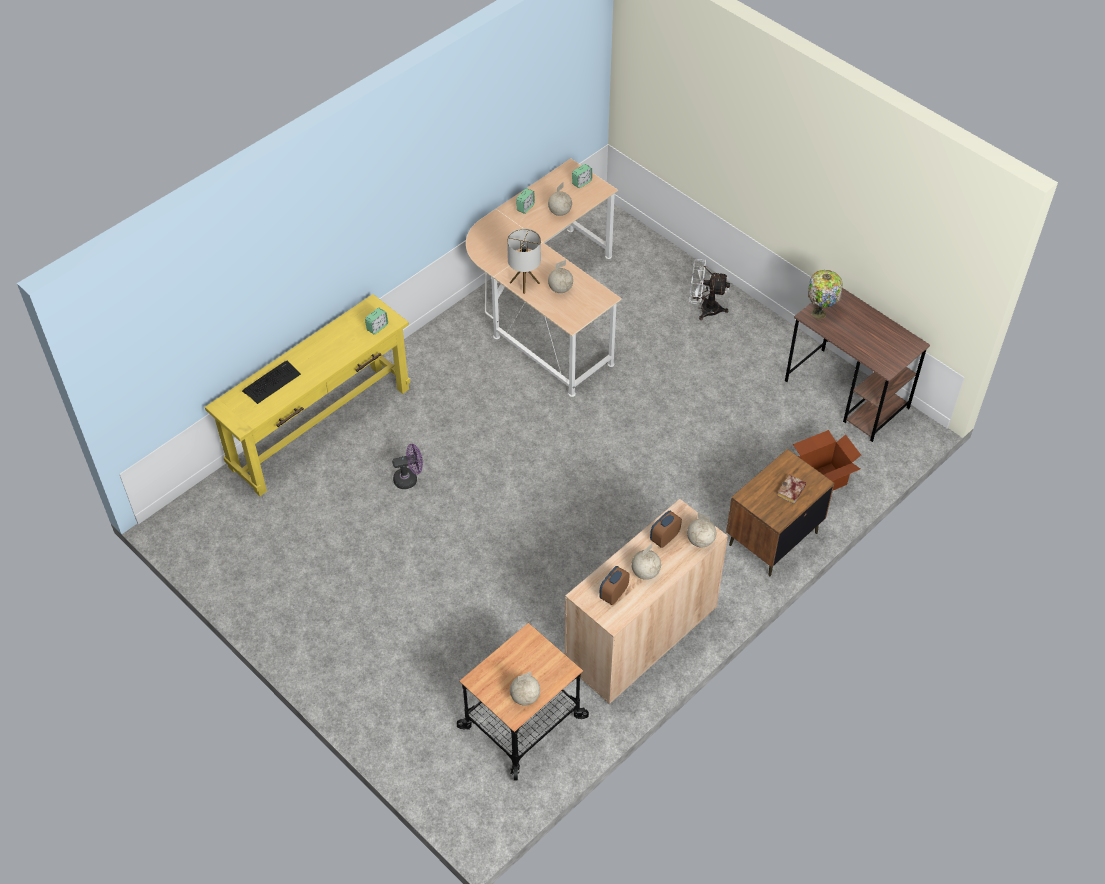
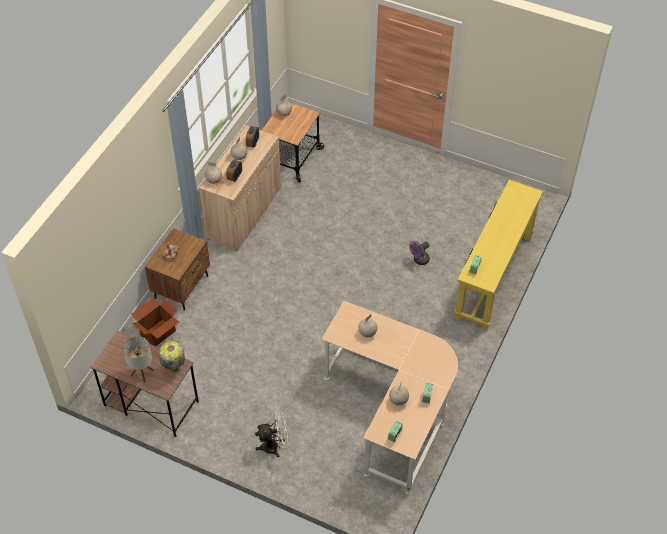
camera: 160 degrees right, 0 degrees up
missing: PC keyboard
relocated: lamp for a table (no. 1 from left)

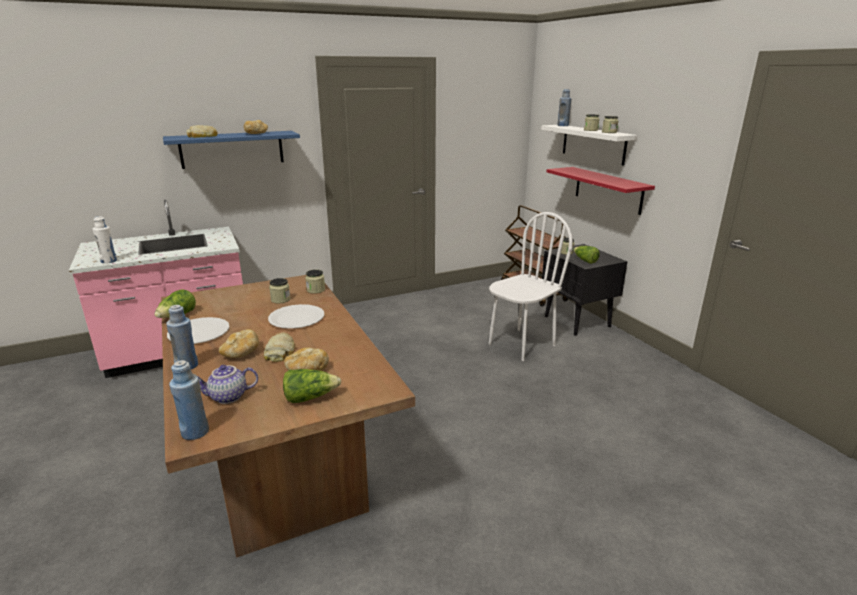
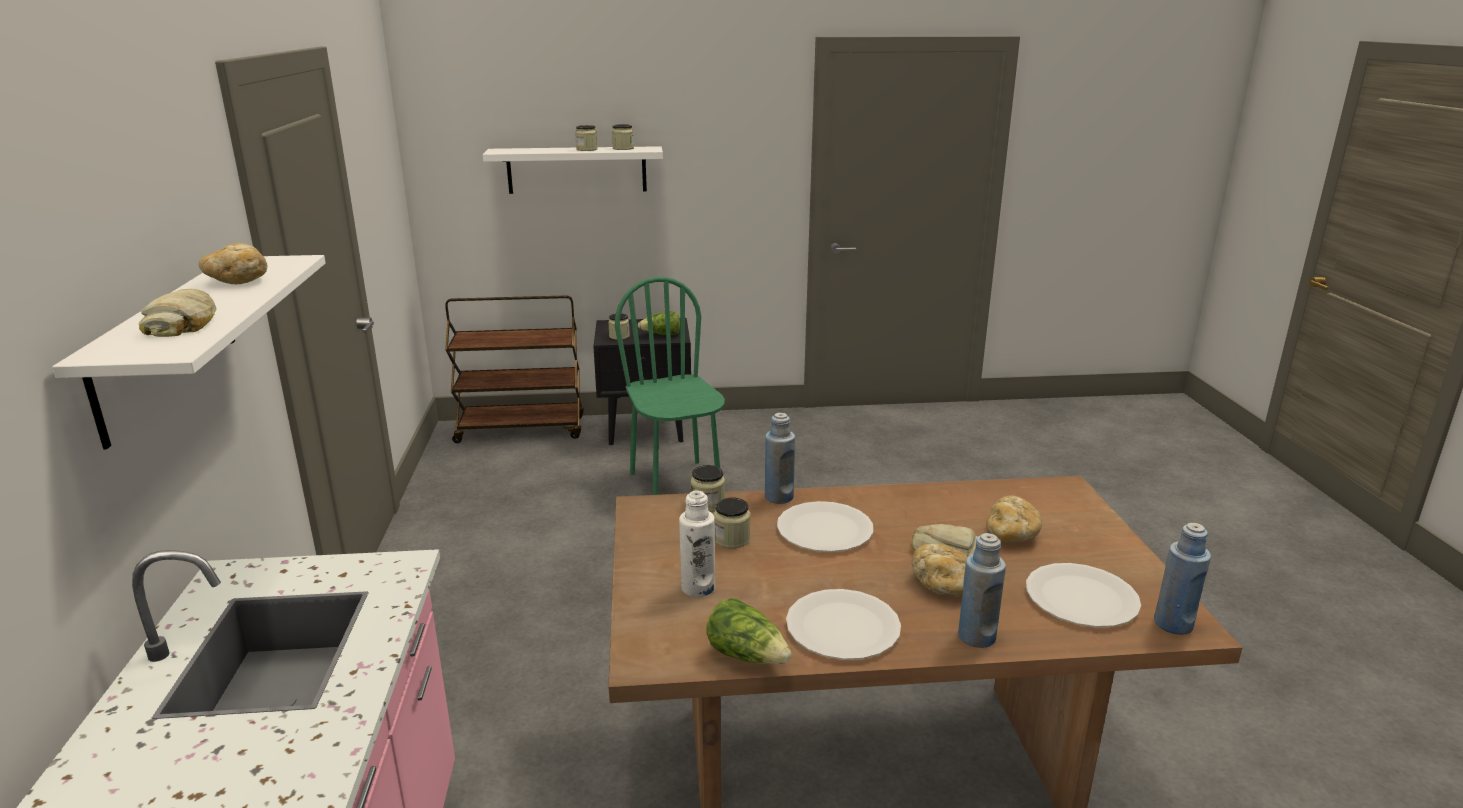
camera: 70 degrees left, 0 degrees up
missing: red-coloured shelf; head of lettuce (no. 2 from left)
relocated: blue drink bottle (no. 3 from left in the first image) to blue drink bottle (no. 1 from left); white drink bottle
exchanged: pot for tea to white plate (no. 3 from left)
colour: blue shelf to white shelf (no. 1 from left); white plain chair to greenish plain chair

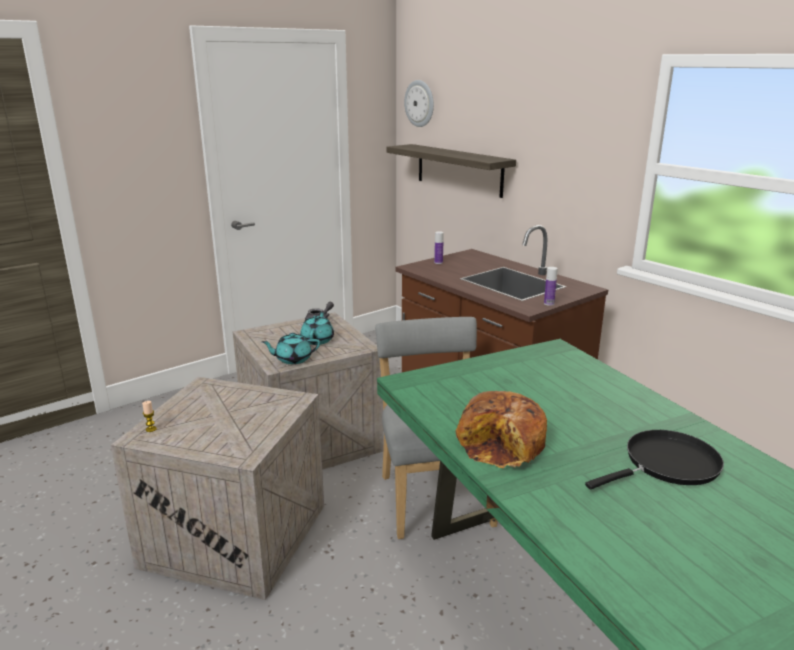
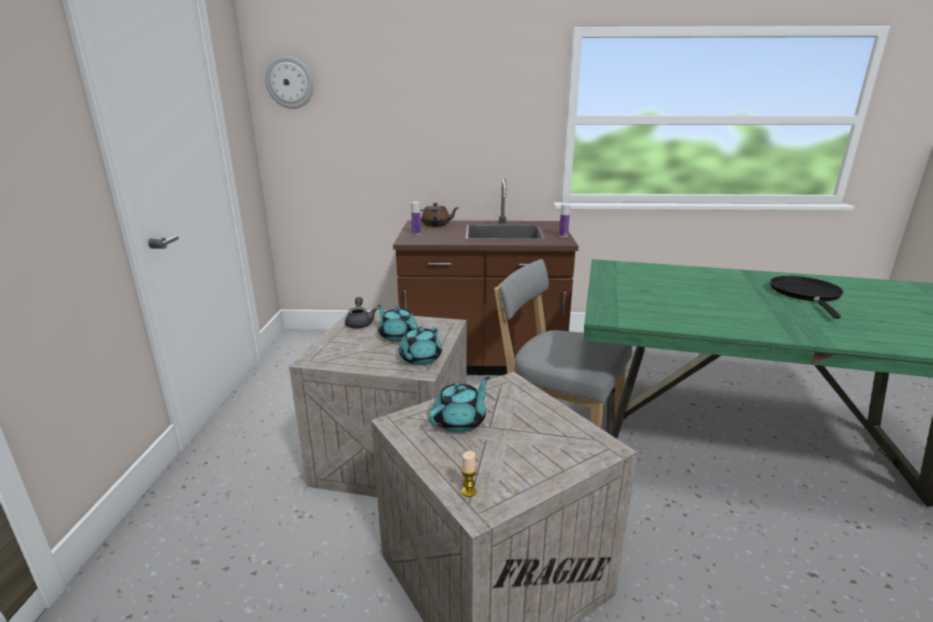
camera: 50 degrees left, 0 degrees up
missing: shelf; bakery bread
appeared: brown-coloured pot for tea; turquoise-coloured pot for tea (no. 3 from left)

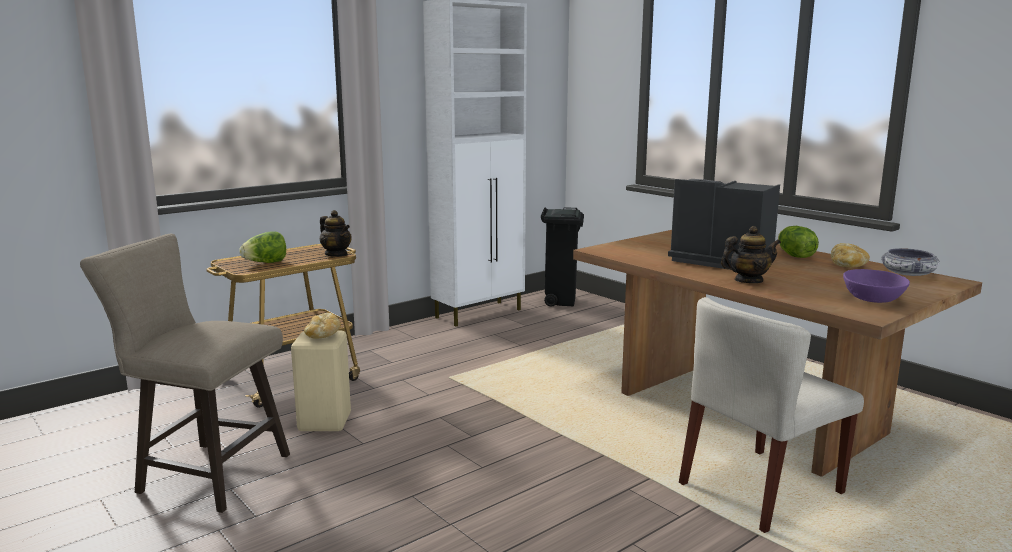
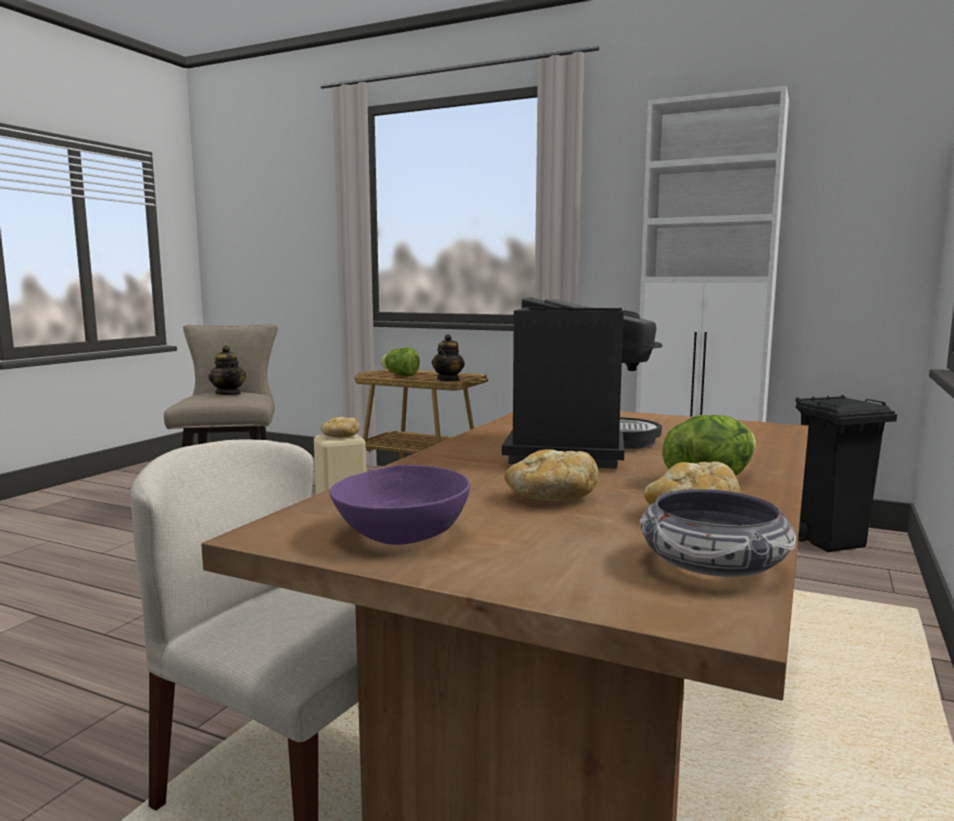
camera: 65 degrees right, 5 degrees down
appeared: bakery bread (no. 2 from left)
relocated: pot for tea (no. 2 from left in the first image) to pot for tea (no. 1 from left)

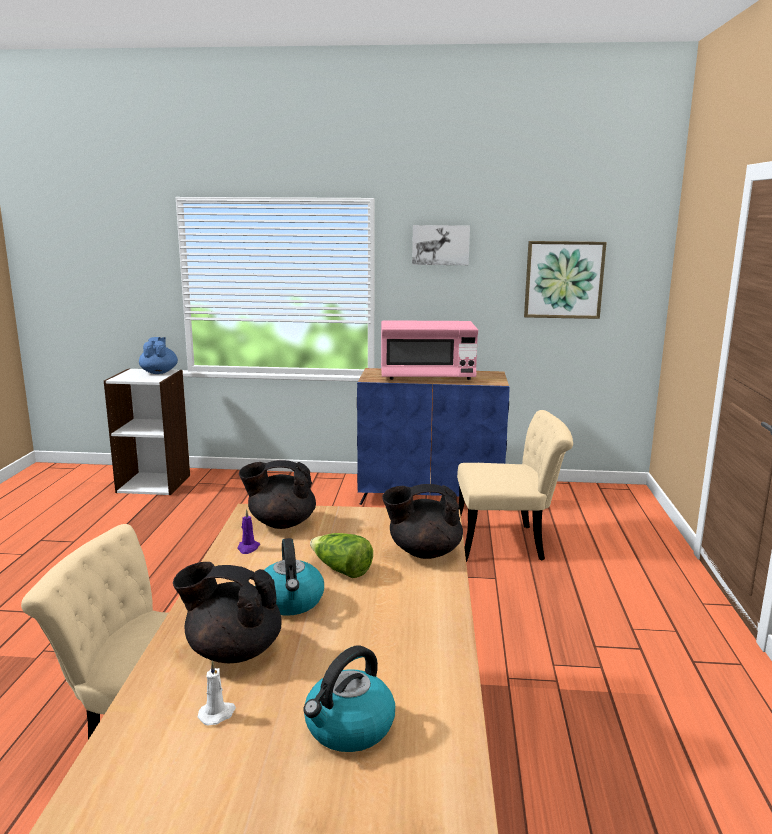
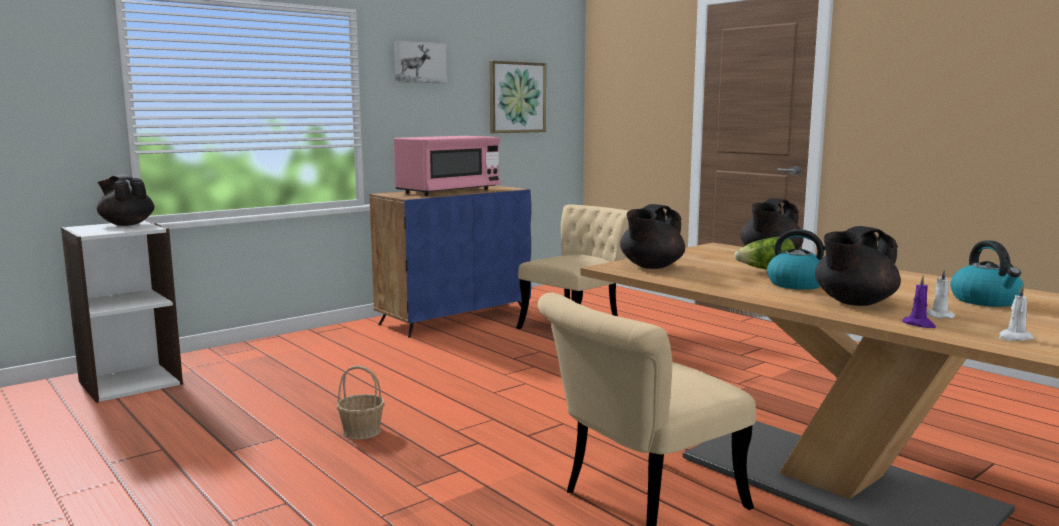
camera: 45 degrees left, 5 degrees down
appeared: white candle (no. 2 from left); basket
relocated: purplish candle
colour: blue pot for tea to black pot for tea (no. 1 from left)

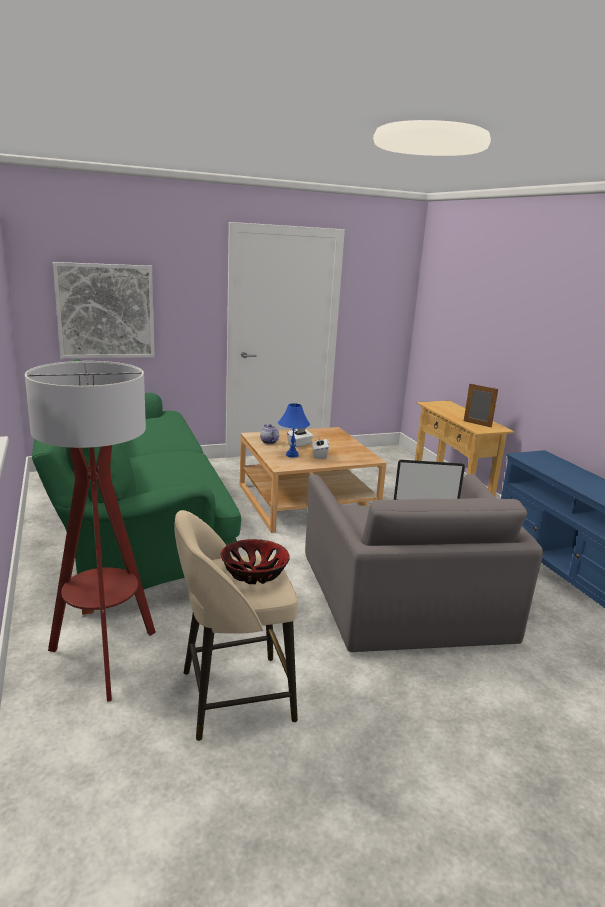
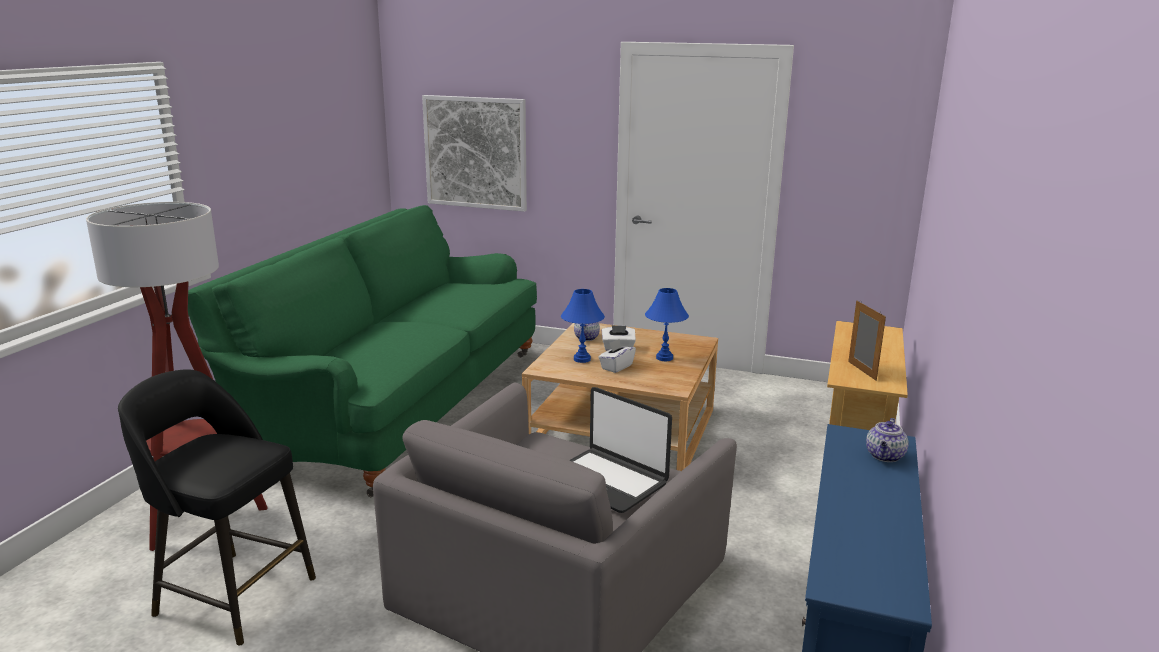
camera: 40 degrees right, 0 degrees up
missing: serving bowl
appeared: blue lamp for a table (no. 2 from left); pot for tea (no. 2 from left)
colour: beige-coloured stool seat to black stool seat

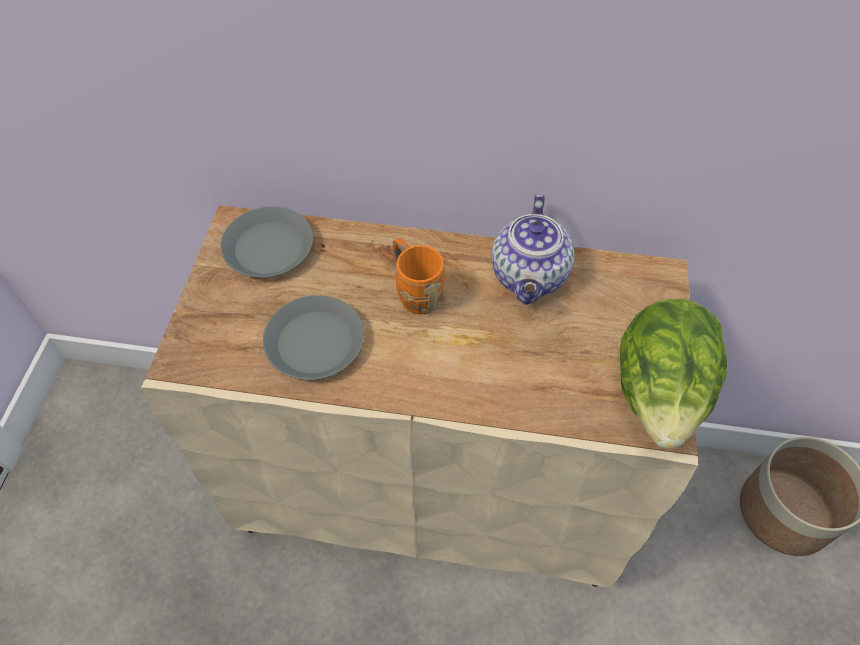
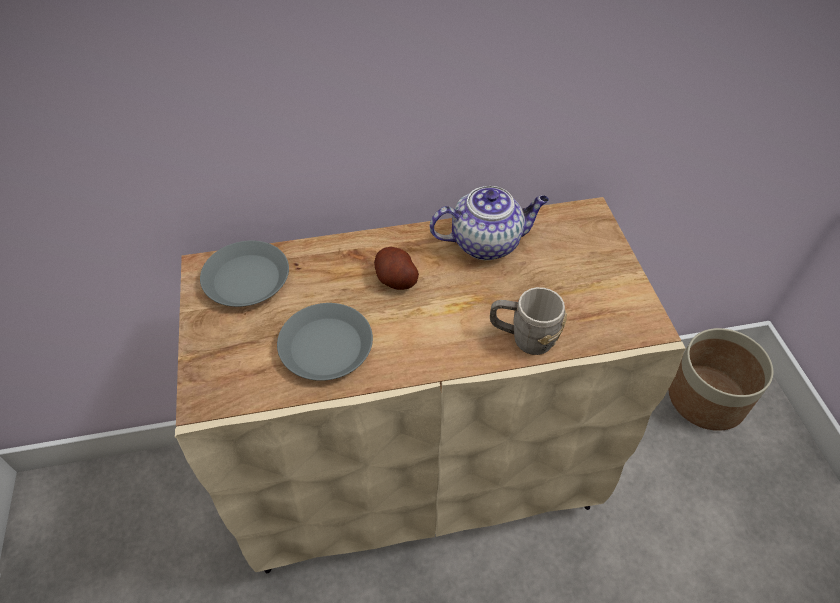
camera: 20 degrees left, 5 degrees down
missing: head of lettuce
appeared: gray coffee mug
exchanged: orange coffee mug to potato
spun: pot for tea 90 degrees counterclockwise

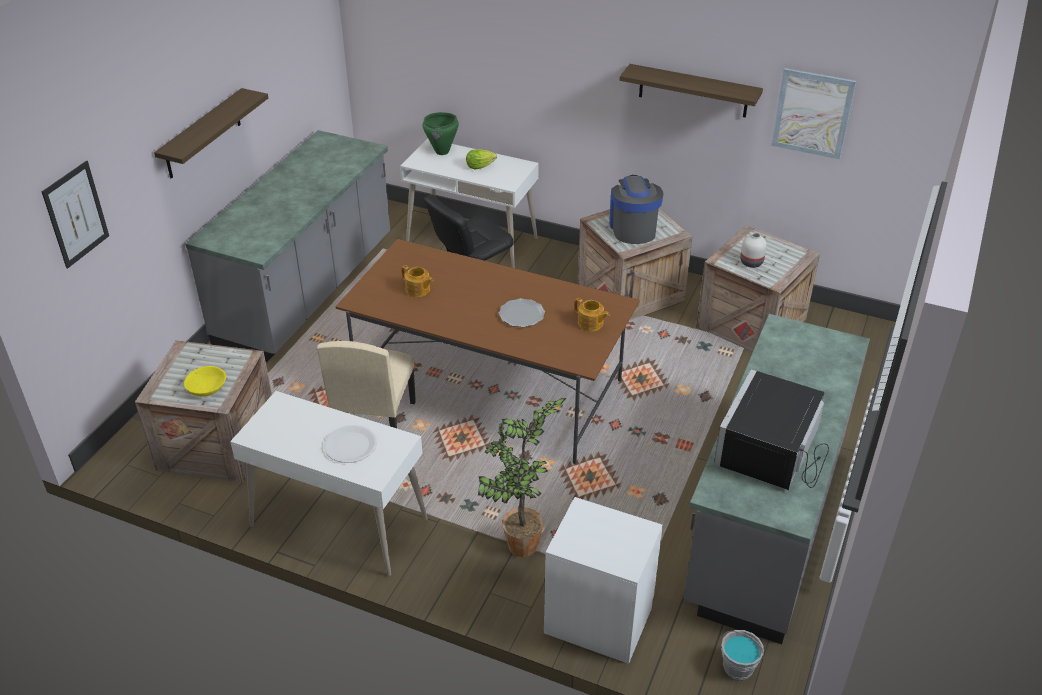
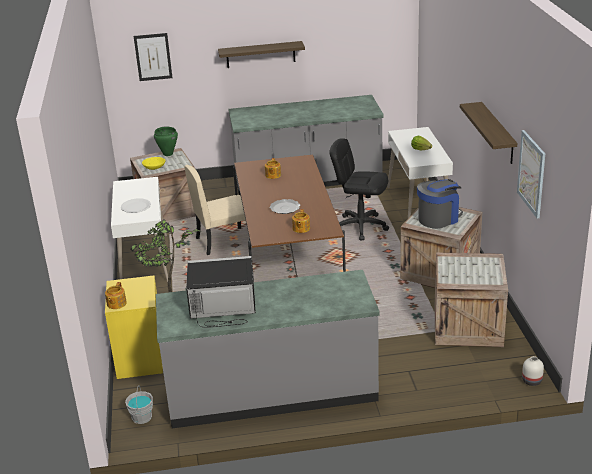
camera: 60 degrees right, 10 degrees down
appeared: pot for tea (no. 1 from left)
relocated: greenish cooking pot; white decorative vase
colour: white nightstand to yellowish nightstand

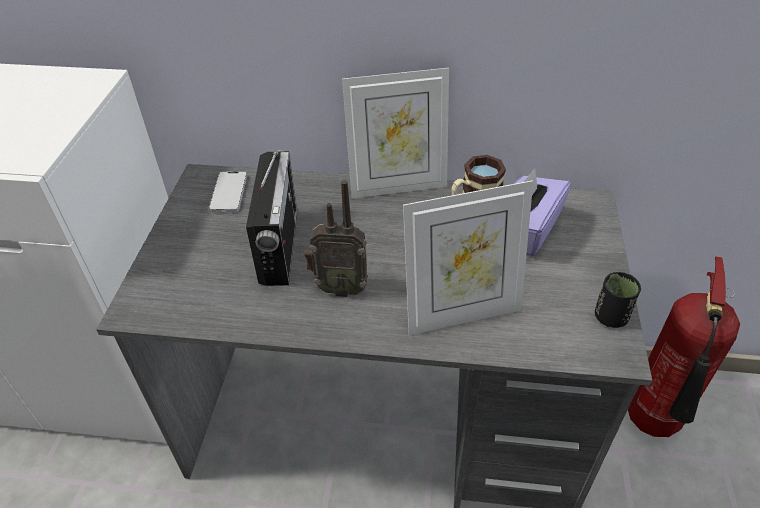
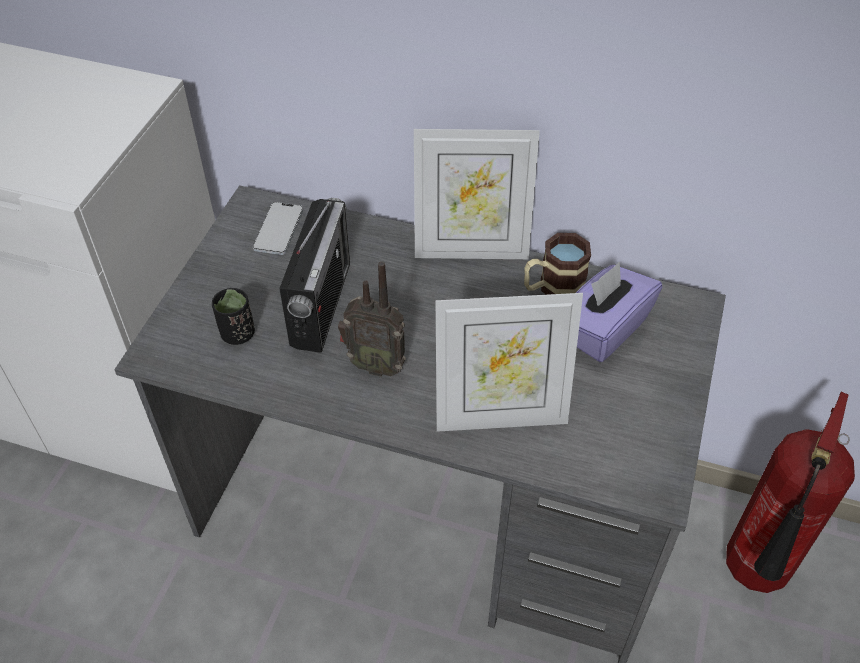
camera: 10 degrees right, 5 degrees up
relocated: black small cup

